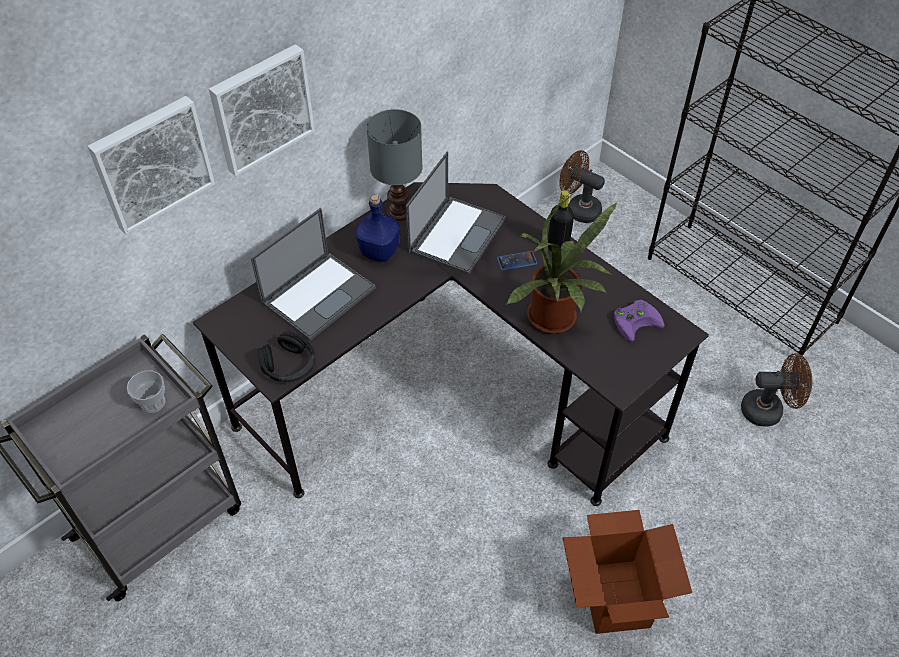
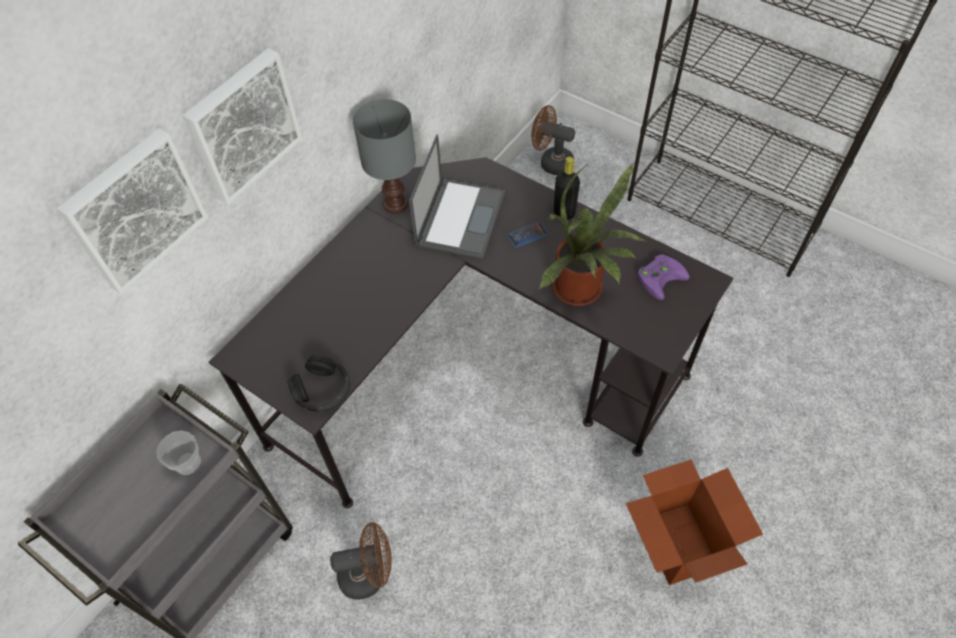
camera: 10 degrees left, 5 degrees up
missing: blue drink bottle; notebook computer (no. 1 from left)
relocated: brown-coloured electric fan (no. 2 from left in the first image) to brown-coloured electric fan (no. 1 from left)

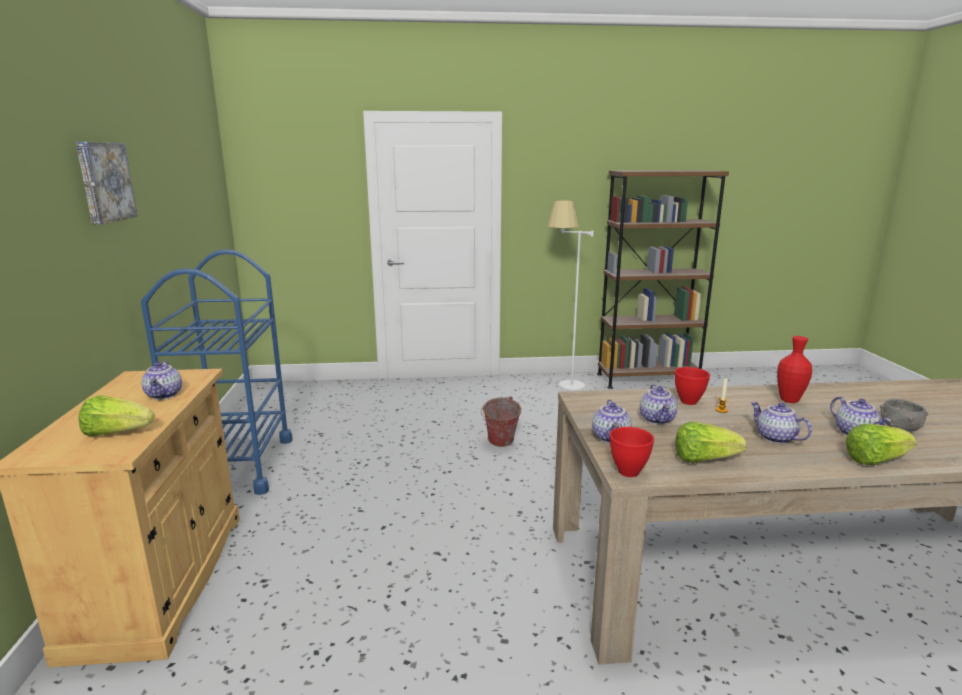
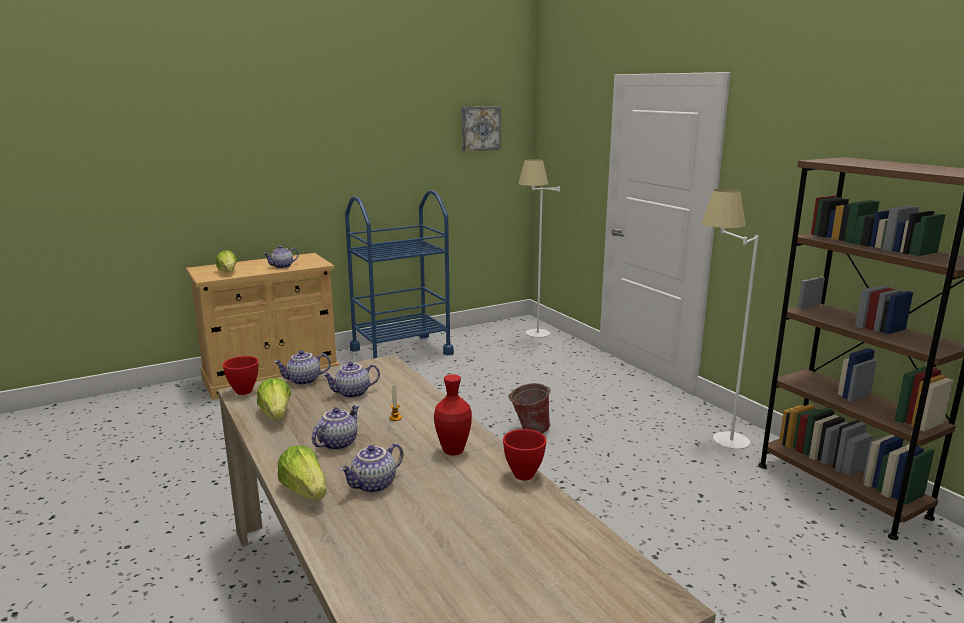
camera: 65 degrees right, 0 degrees up
missing: gray serving bowl
appeared: white standard lamp (no. 1 from left)
relocated: wall art; red-coloured serving bowl (no. 2 from left)

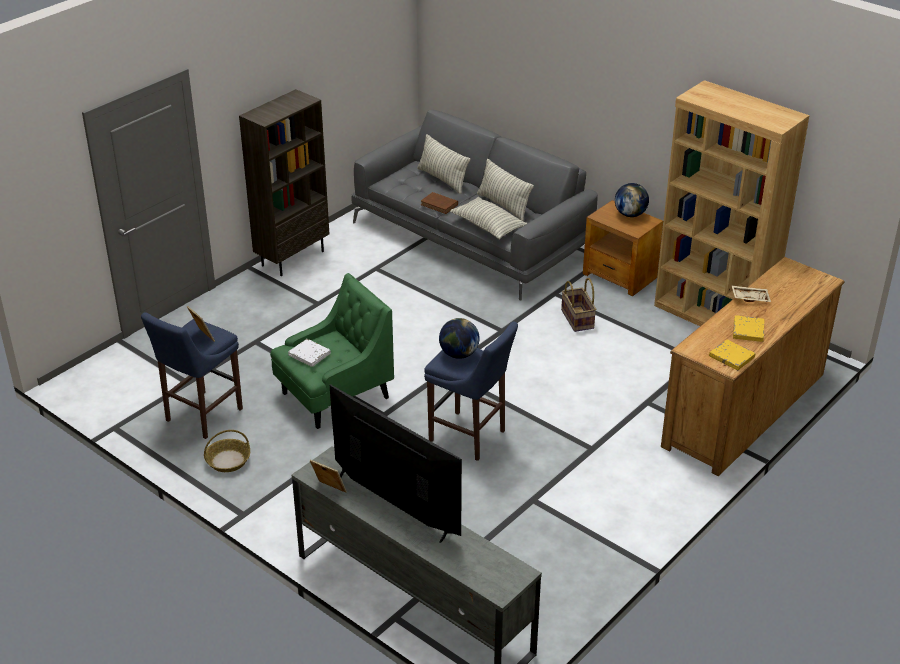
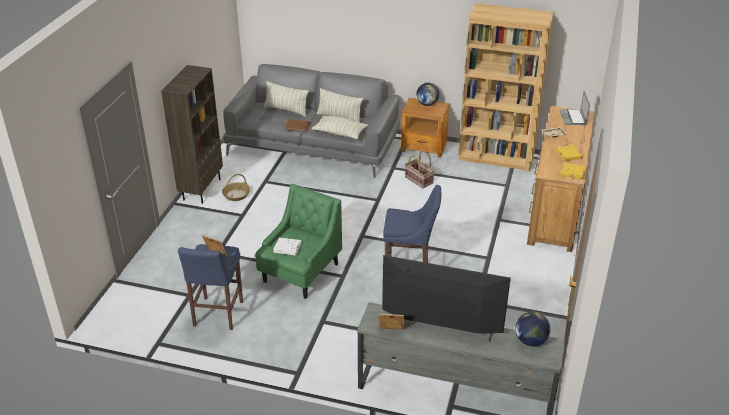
camera: 25 degrees left, 0 degrees up
appeared: notebook computer
relocated: world globe (no. 1 from left in the first image) to world globe (no. 2 from left); basket (no. 1 from left)

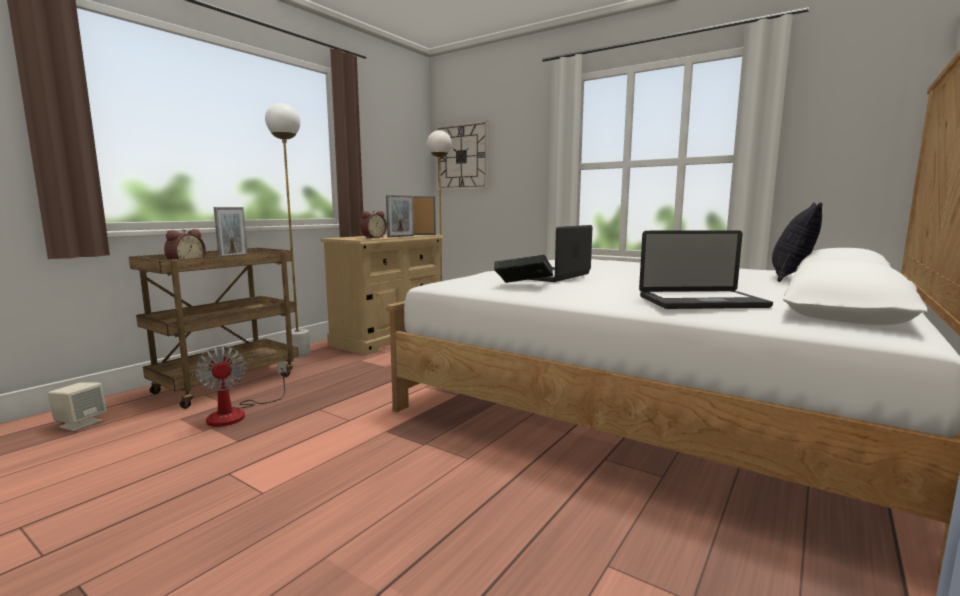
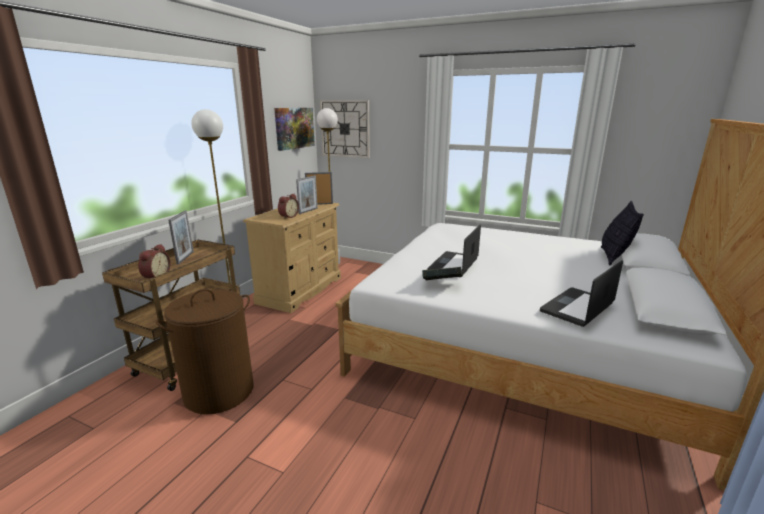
camera: 10 degrees left, 10 degrees up
missing: beige-coloured loudspeaker
appeared: wall art
exchanged: electric fan to brown-coloured laundry basket
spun: notebook computer (no. 2 from left) 150 degrees clockwise

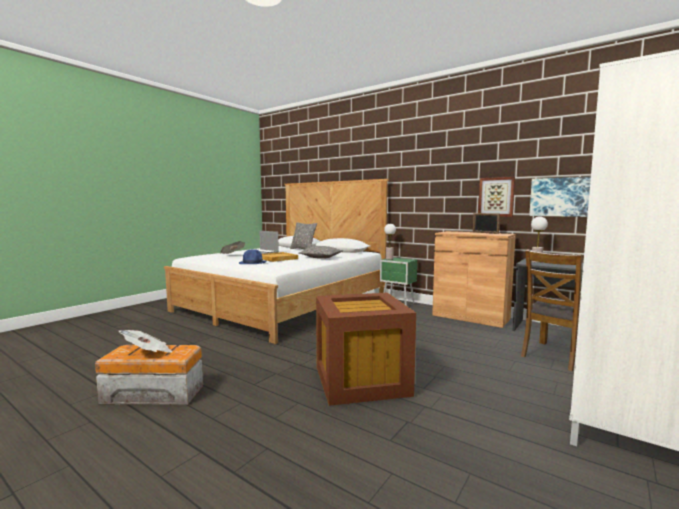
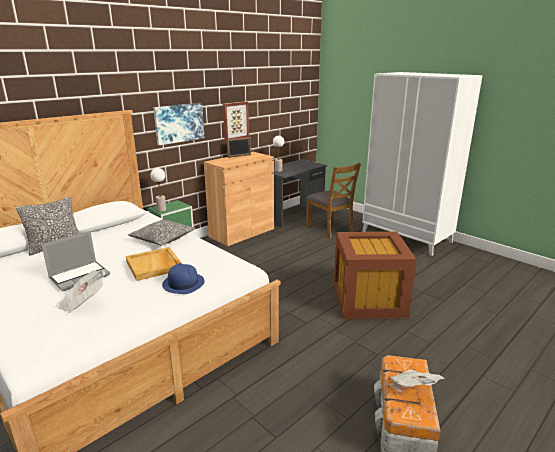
camera: 80 degrees left, 15 degrees up
relocated: wall art (no. 2 from left in the first image) to wall art (no. 1 from left)

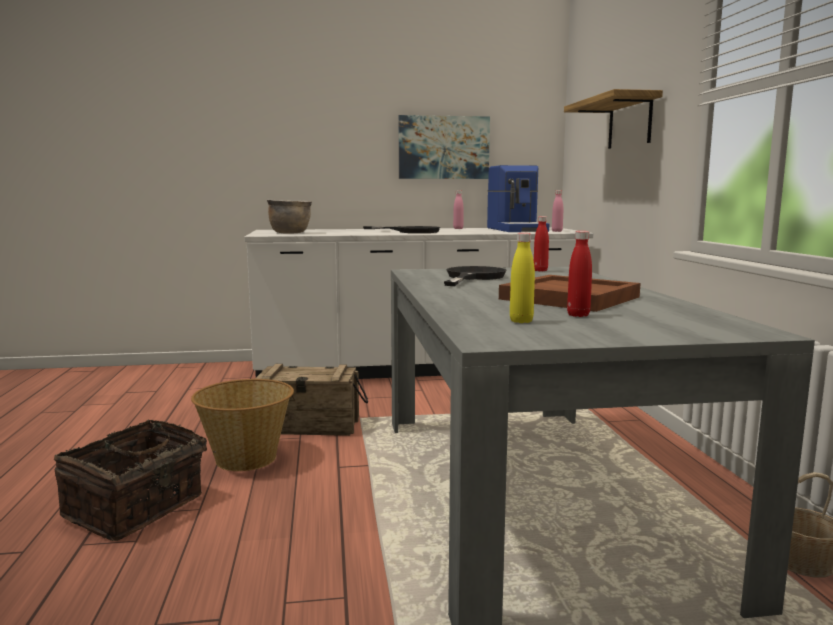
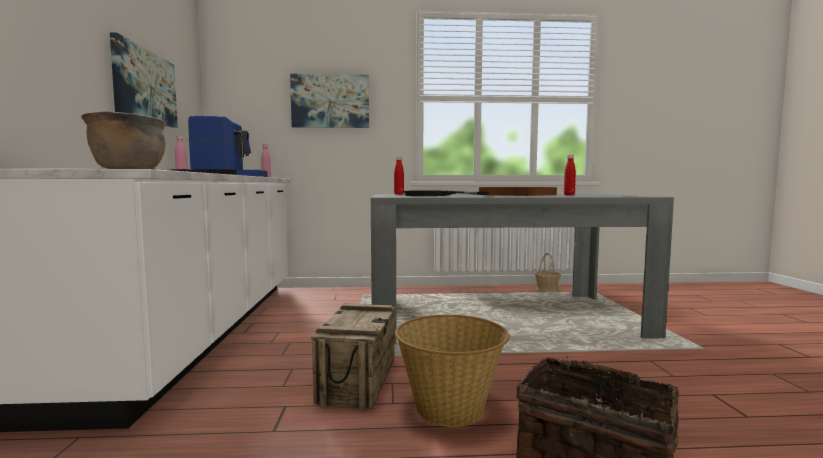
camera: 85 degrees left, 5 degrees down
missing: yellowish drink bottle
exchanged: shelf to wall art (no. 2 from left)

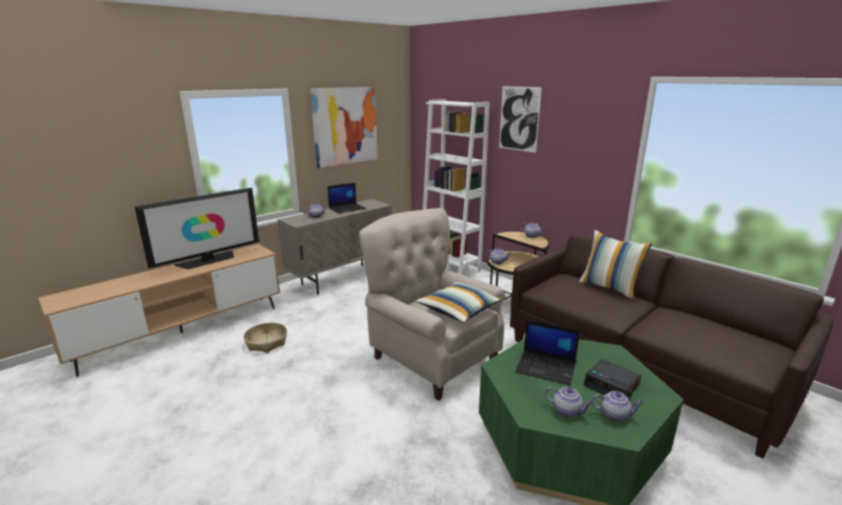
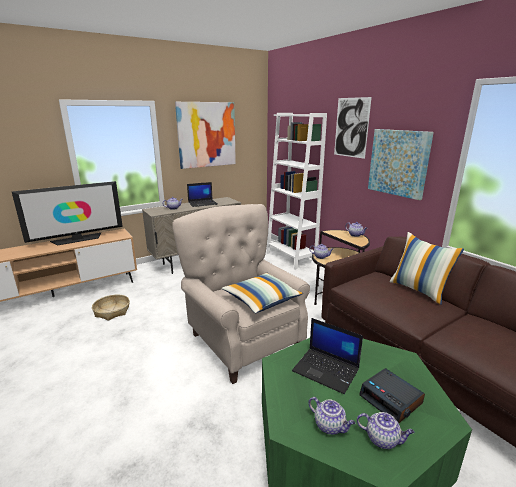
camera: 10 degrees right, 0 degrees up
appeared: wall art (no. 3 from left)

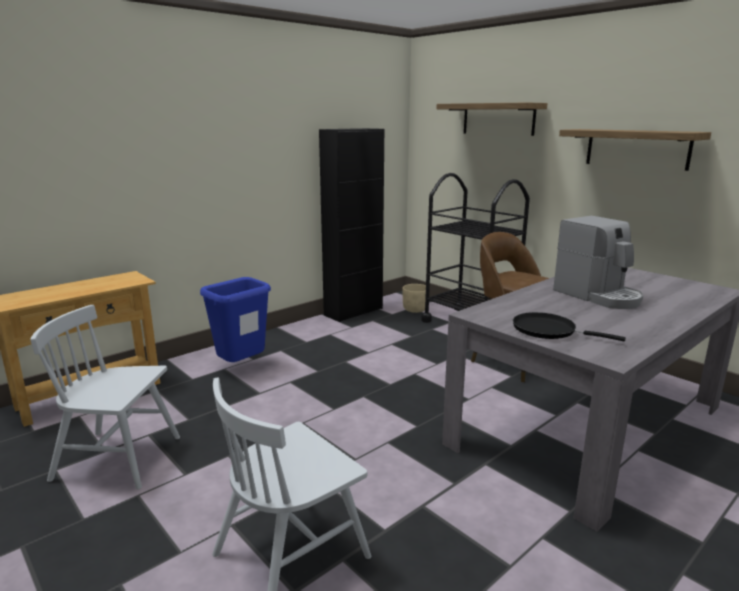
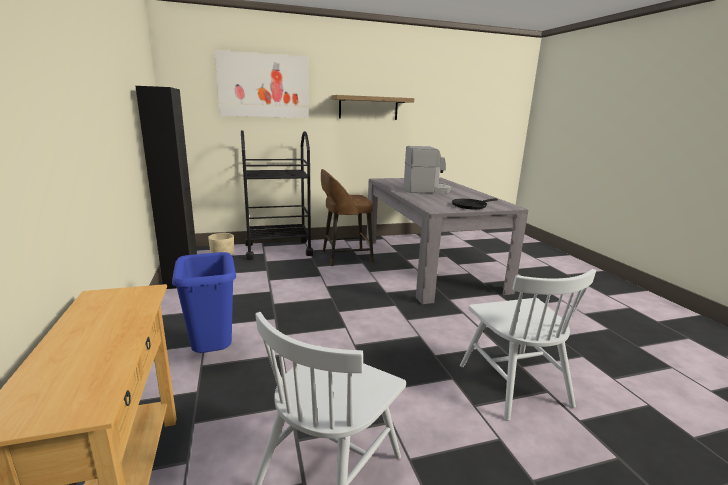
camera: 65 degrees left, 0 degrees up
exchanged: shelf (no. 1 from left) to wall art

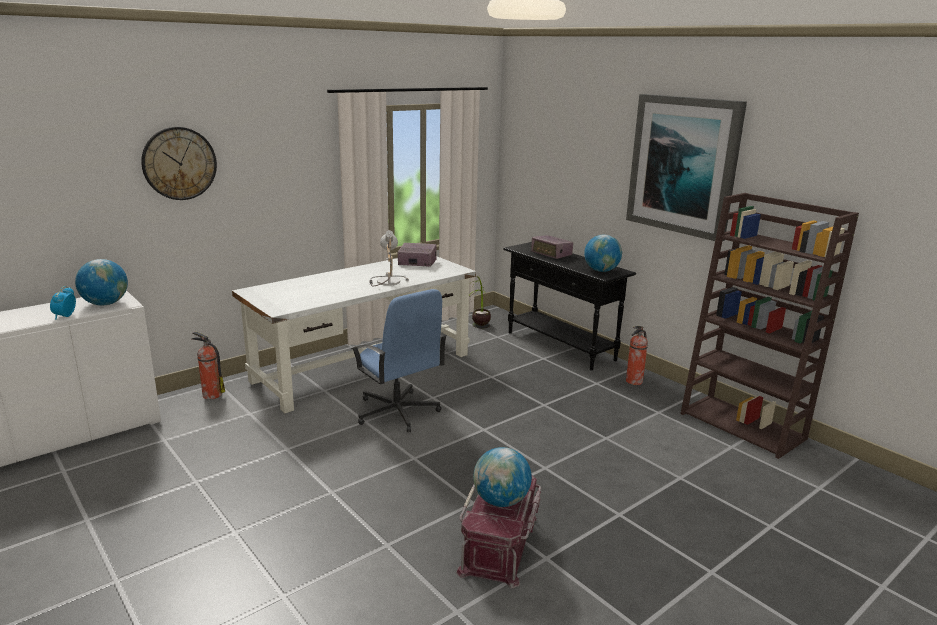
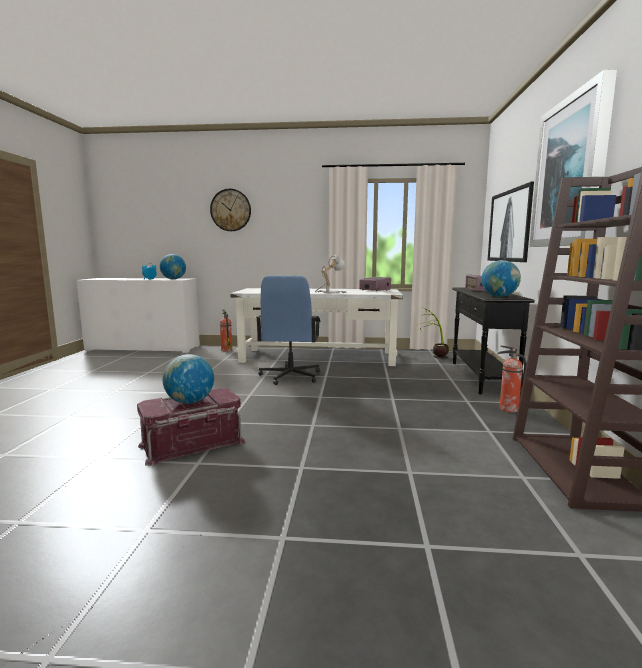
camera: 45 degrees right, 10 degrees down
appeared: wall art (no. 1 from left)

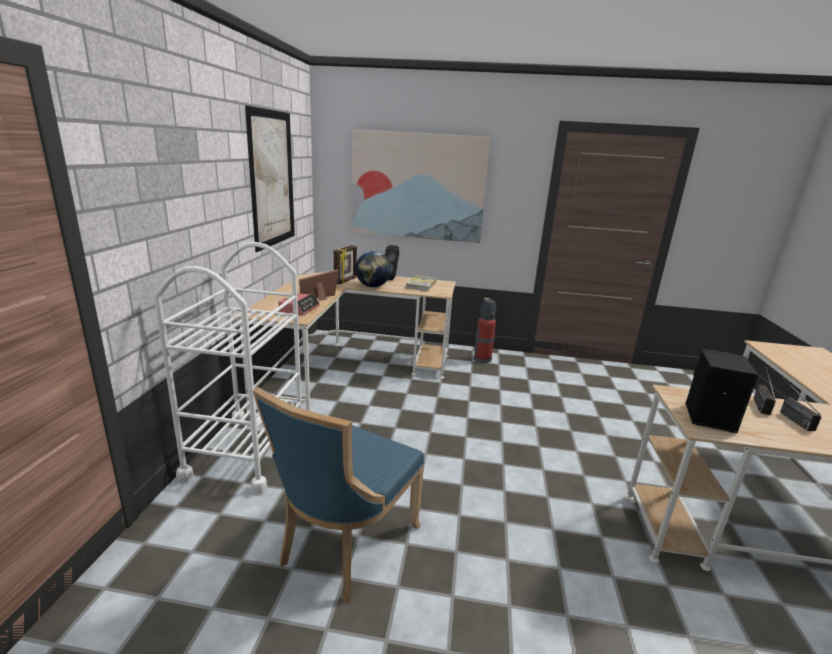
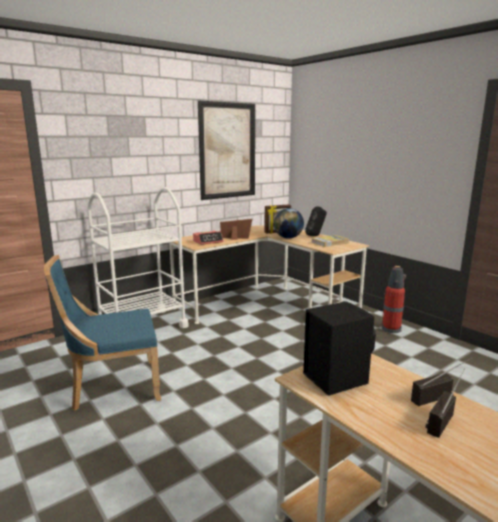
camera: 45 degrees right, 5 degrees down
missing: wall art (no. 2 from left)

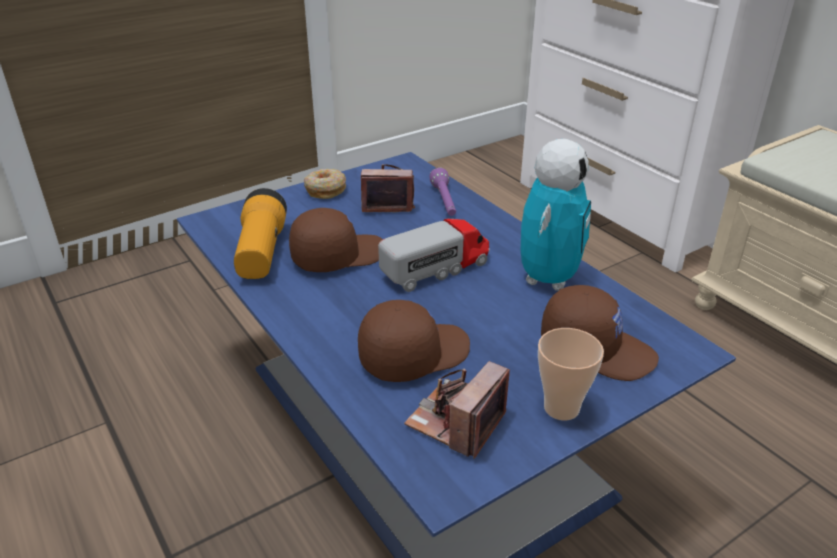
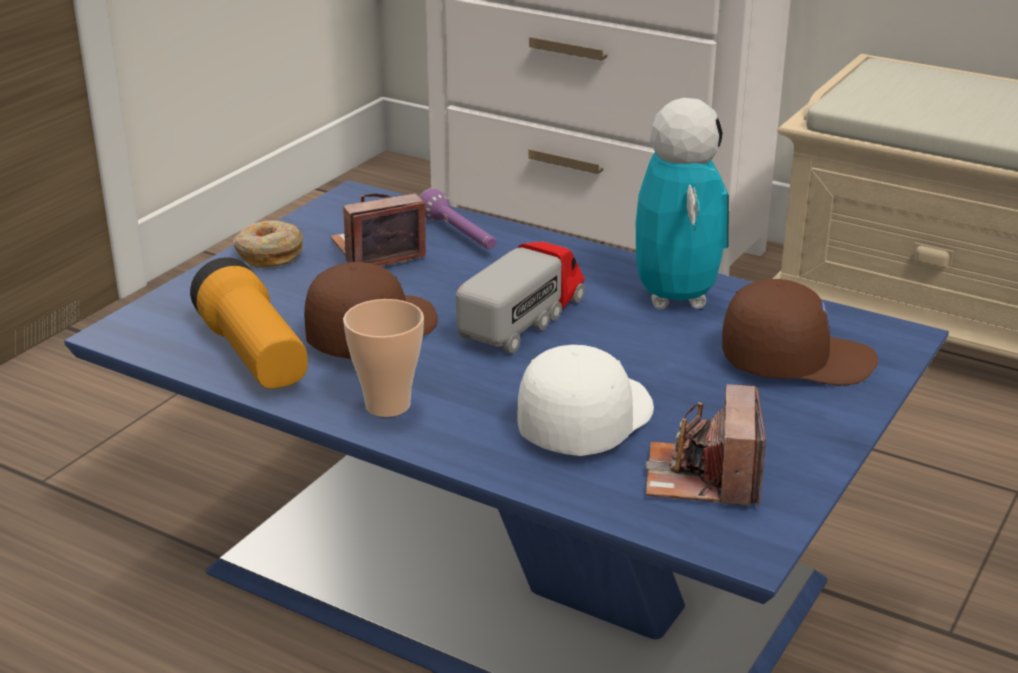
camera: 25 degrees left, 5 degrees down
relocated: small cup
colour: brown-coloured baseball cap (no. 2 from left) to white baseball cap

